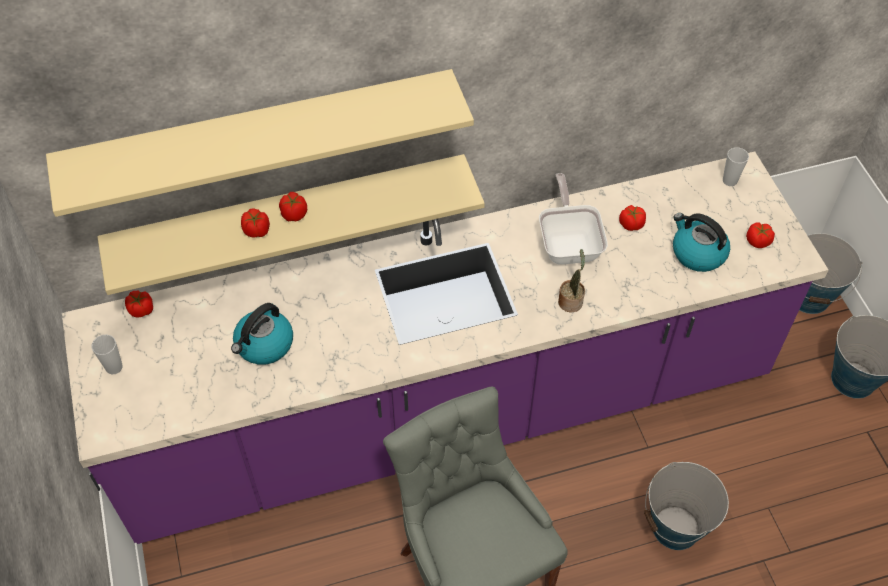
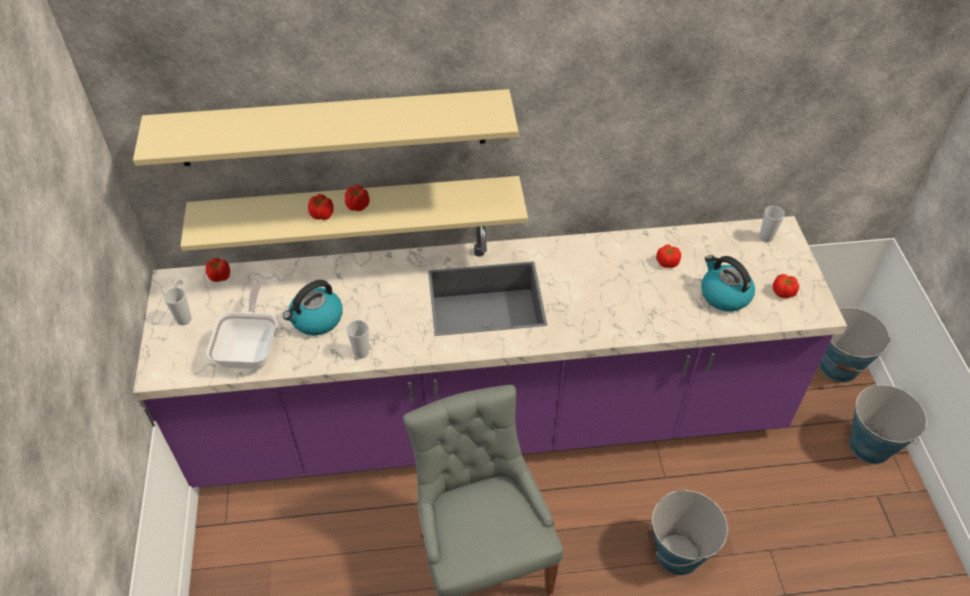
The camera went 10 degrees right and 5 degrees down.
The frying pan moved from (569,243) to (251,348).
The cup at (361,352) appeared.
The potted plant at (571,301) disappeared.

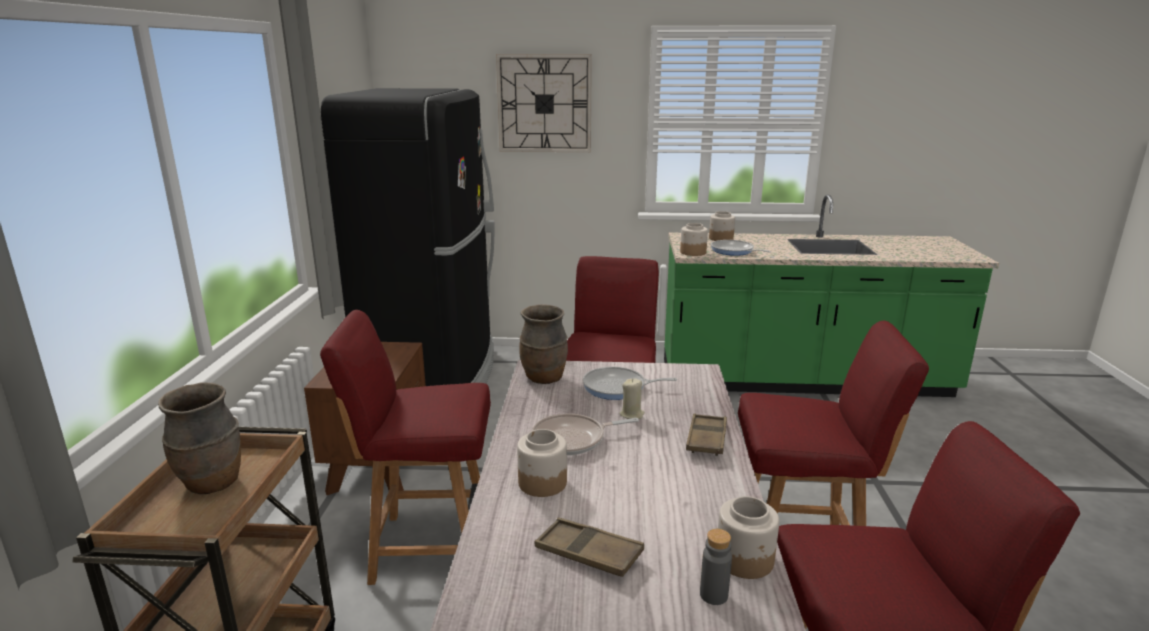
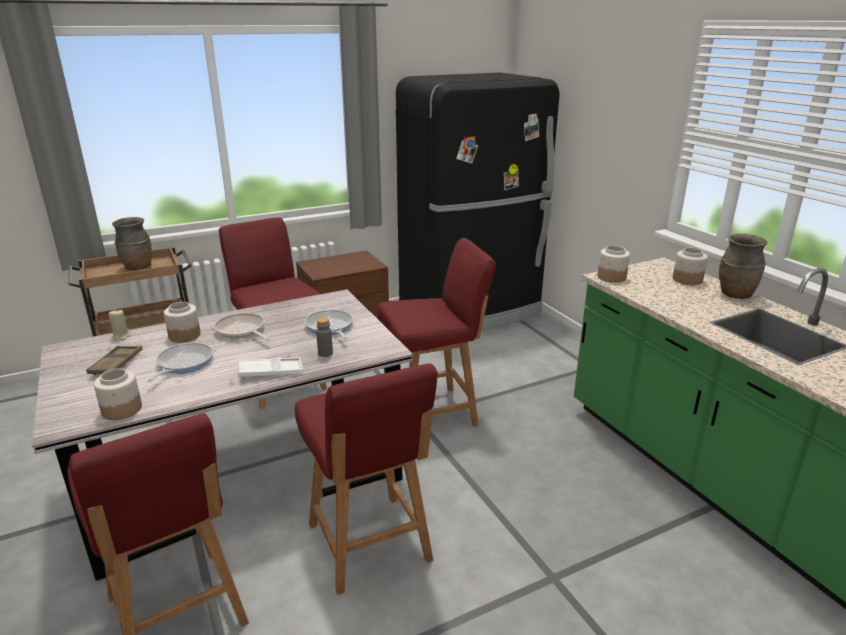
The camera went 60 degrees right and 5 degrees up.
The candle (beige) moved from (632,414) to (121,336).
The frying pan moved from (734,251) to (183,363).
The tray (brown) at (706,439) became the tray (white) at (271,372).
The bottle (grey) moved from (713,595) to (325,353).
The vase (brown) moved from (544,379) to (735,295).
The wall clock at (544,104) disappeared.

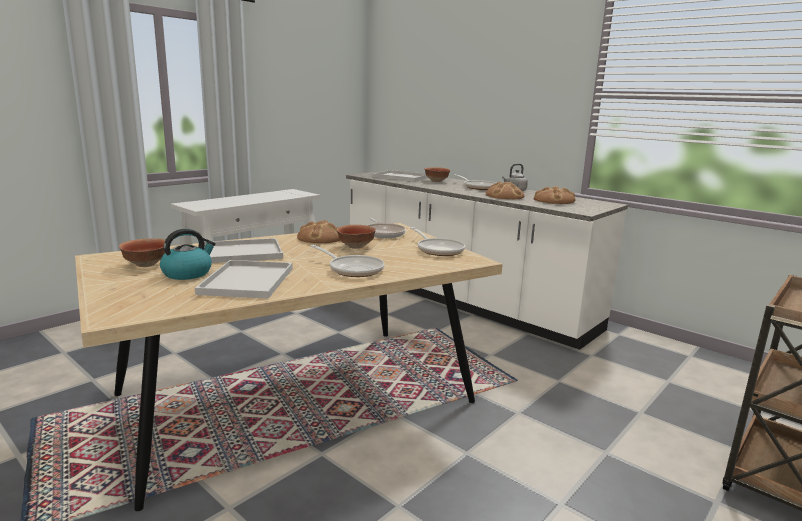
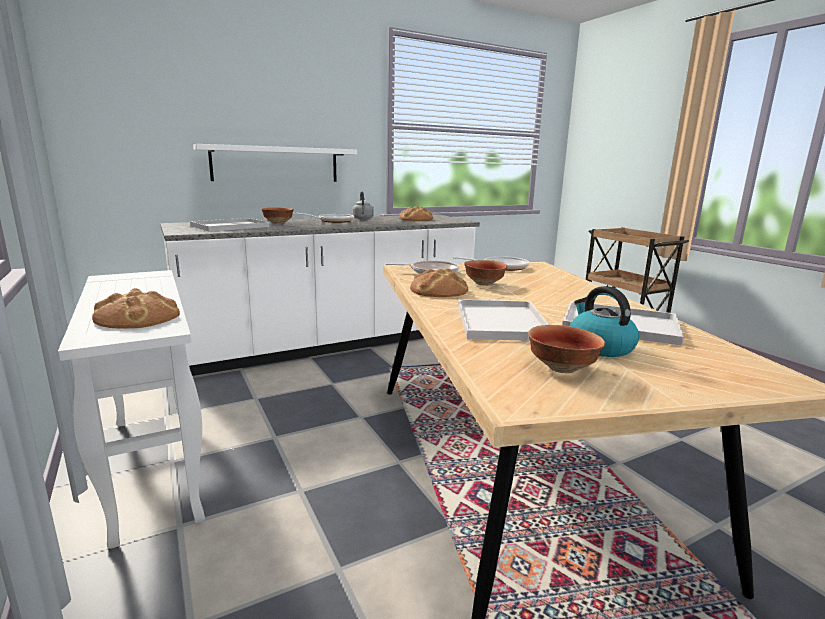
The camera went 70 degrees left and 0 degrees up.
The bread moved from (505,196) to (138,317).
The shelf (white) at (276,164) appeared.
The frying pan at (353,269) disappeared.

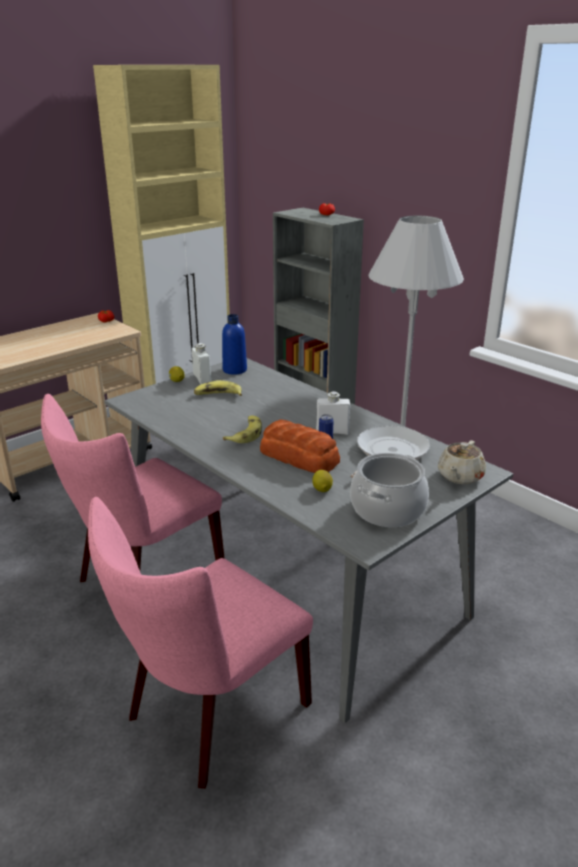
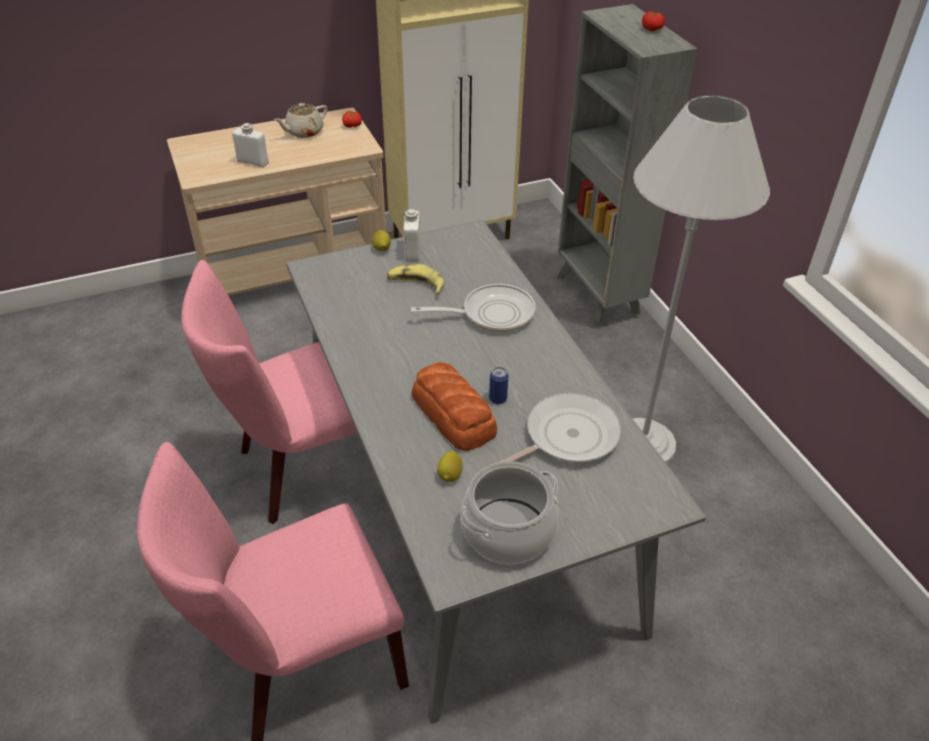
The camera went 20 degrees right and 15 degrees up.
The bottle (white) moved from (332,432) to (253,162).
The teapot (beige) moved from (459,476) to (303,132).
The frying pan at (491,314) appeared.
The bottle (blue) at (234,370) disappeared.
The banana at (245,434) disappeared.

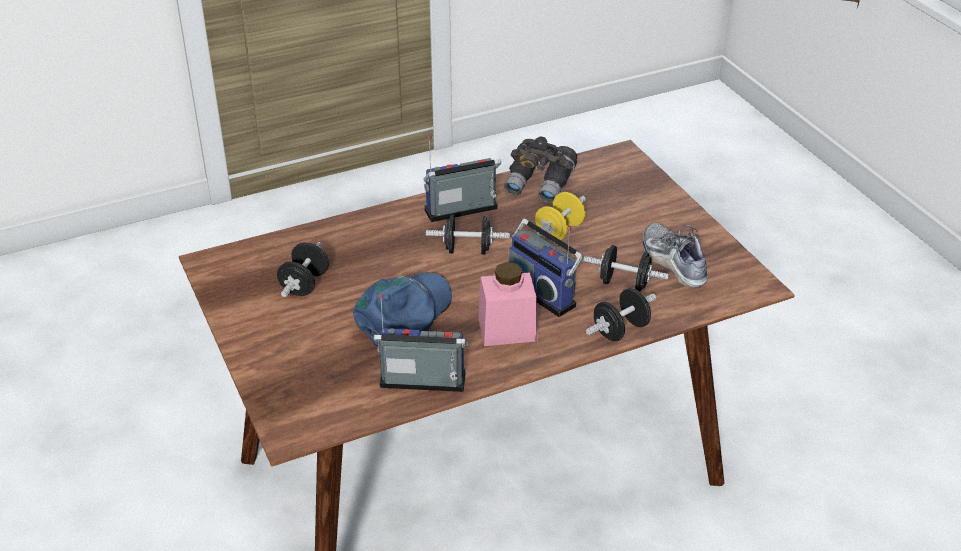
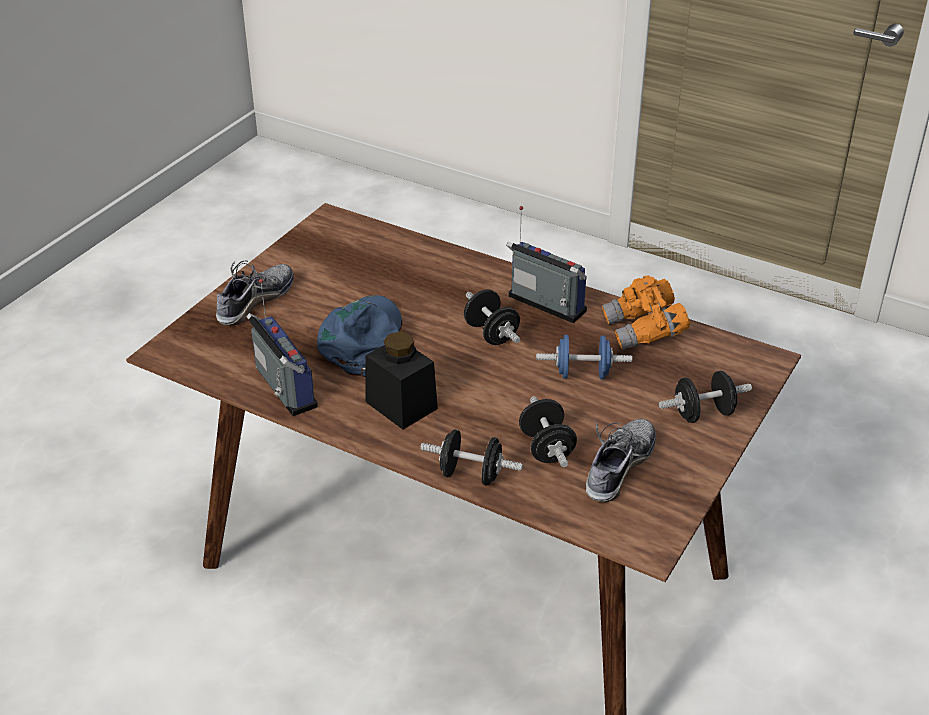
The camera went 55 degrees right and 0 degrees up.
The shoe at (255,302) appeared.
The cap (blue) at (405,315) turned 75 degrees counterclockwise.
The jar (pink) at (507,329) became the jar (black) at (401,405).
The dumbbell (yellow) at (559,231) became the dumbbell (blue) at (582,374).
The binoculars (grey) at (540,184) became the binoculars (orange) at (644,331).
The dumbbell (black) moved from (304,284) to (703,414).
The radio at (543,291) disappeared.

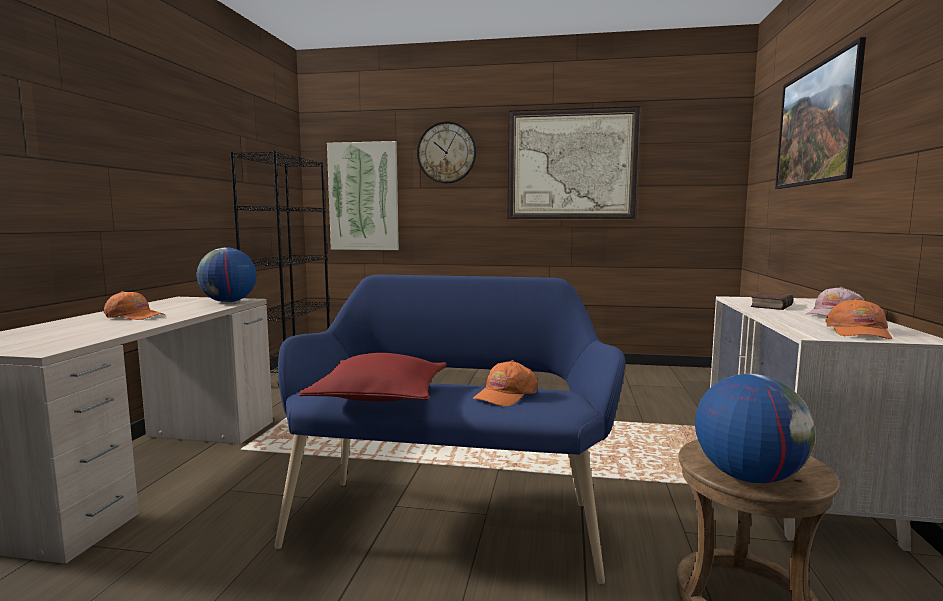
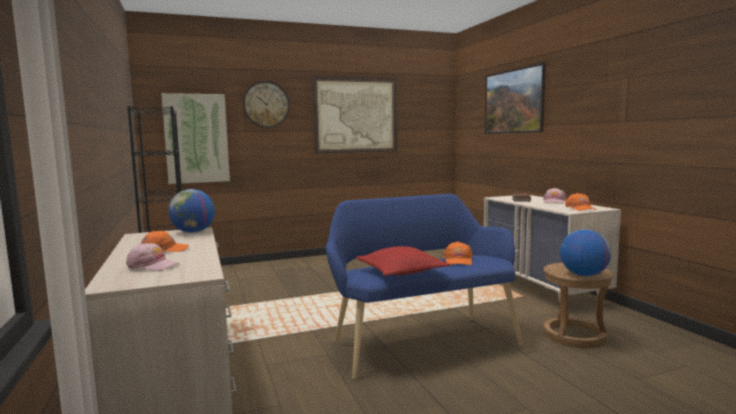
The camera went 30 degrees left and 0 degrees up.
The cap (pink) at (152,266) appeared.

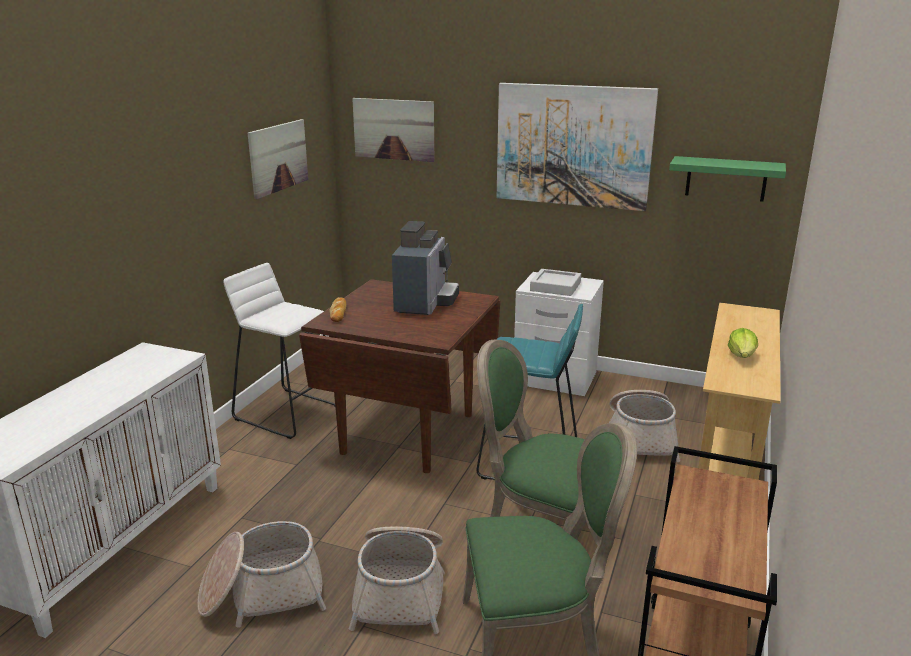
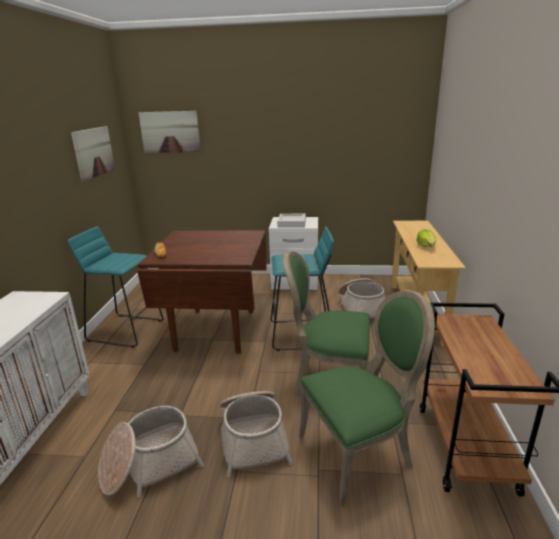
The camera went 15 degrees left and 0 degrees up.
The stool (white) at (288,412) became the stool (turquoise) at (126,330).
The coffee machine at (425,302) disappeared.
The picture at (573,146) disappeared.
The shelf (green) at (726,178) disappeared.

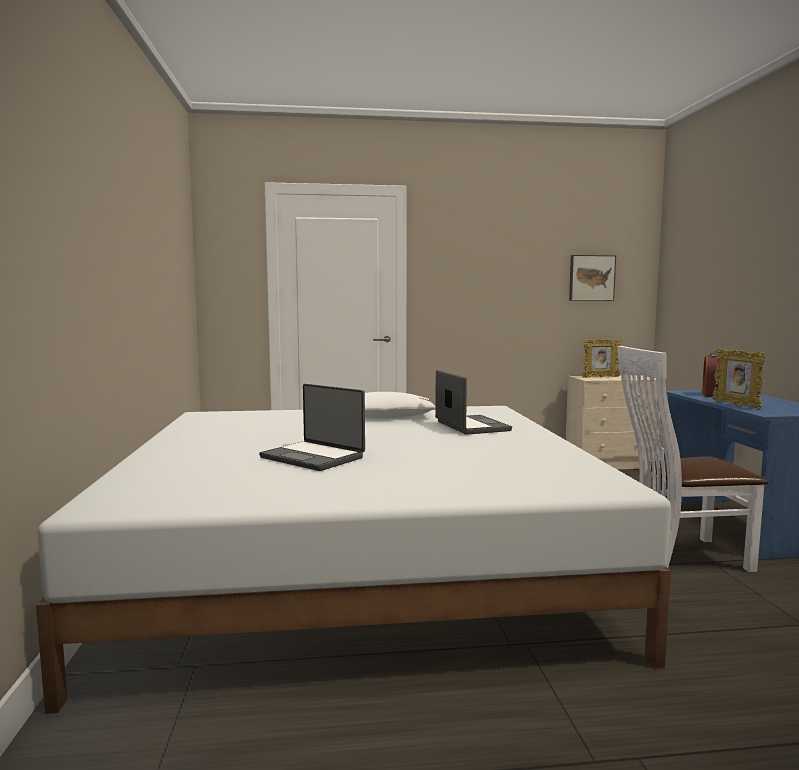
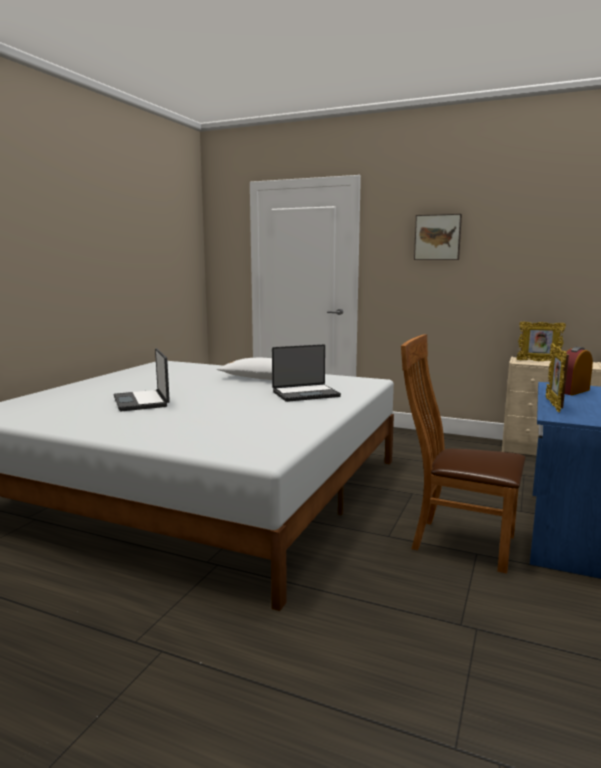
The camera went 30 degrees right and 5 degrees up.
The laptop at (470,426) turned 60 degrees clockwise.
The chair (white) at (680,555) became the chair (brown) at (456,541).
The picture moved from (591,278) to (437,237).

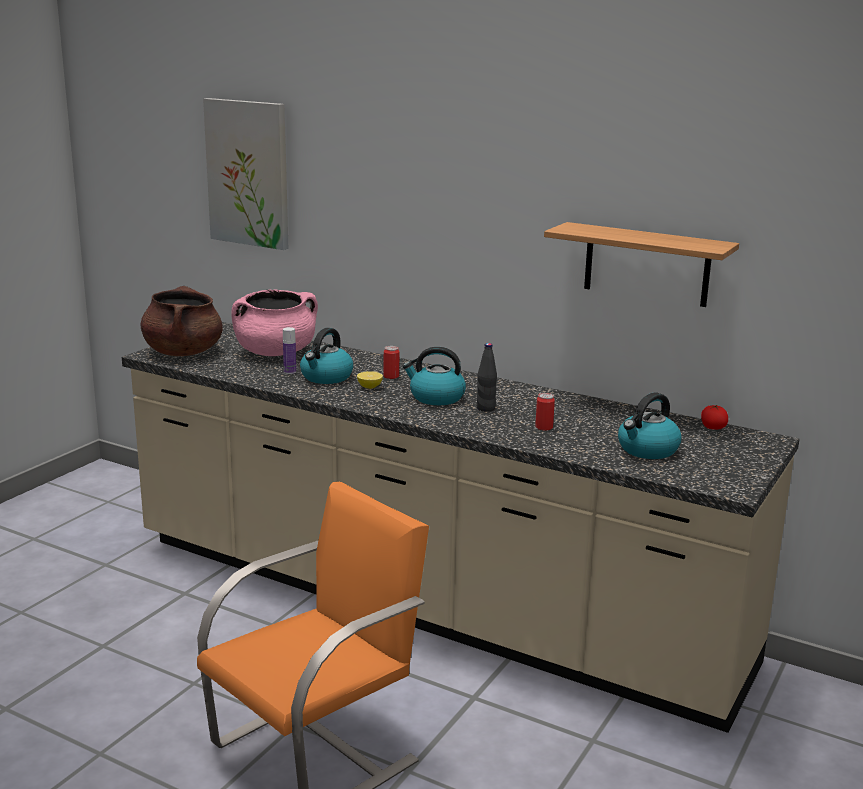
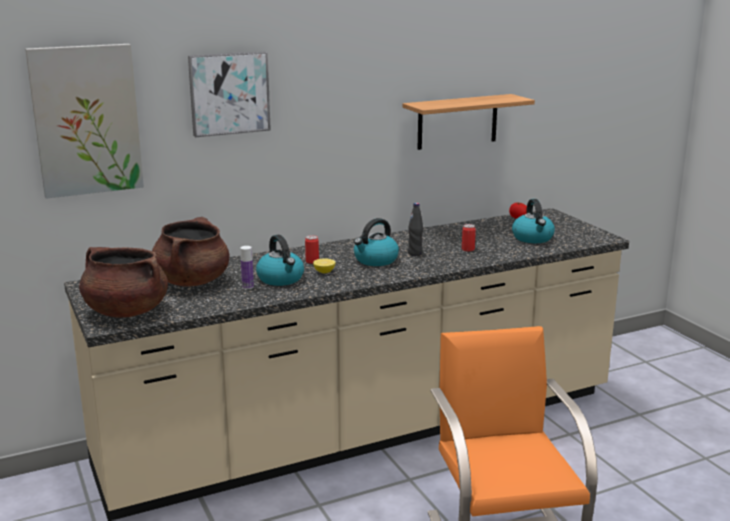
The camera went 55 degrees left and 0 degrees up.
The cooking pot (pink) at (275,353) became the cooking pot (brown) at (192,281).
The picture at (229,93) appeared.

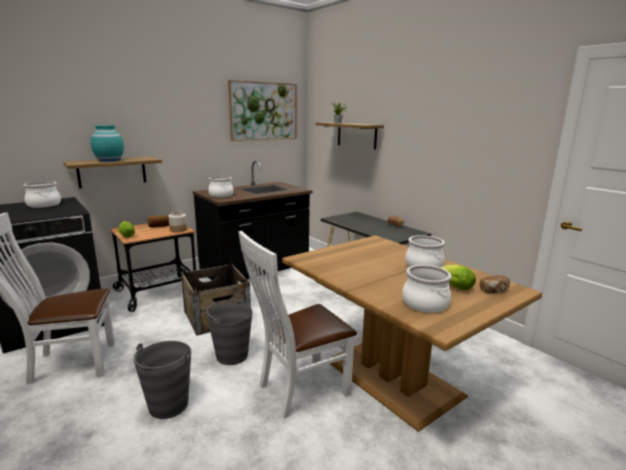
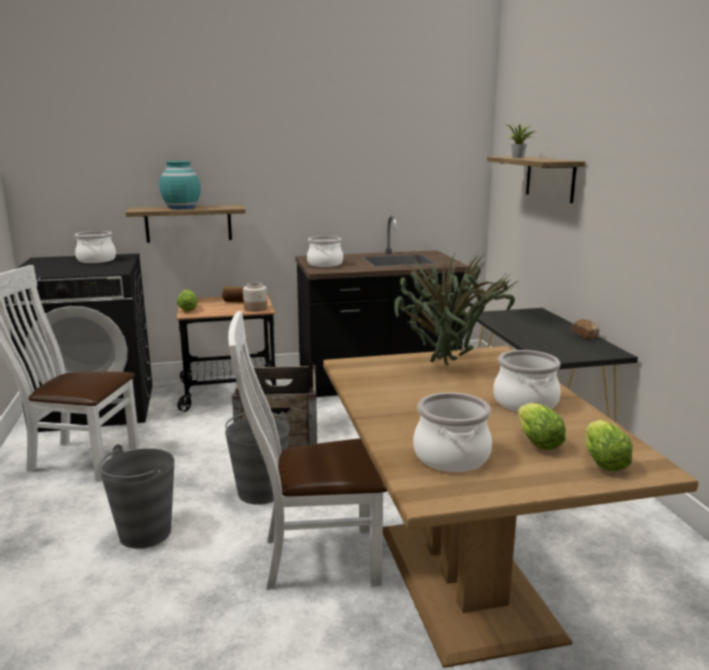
The camera went 25 degrees right and 0 degrees up.
The potted plant at (446,367) appeared.
The bread at (494,291) was replaced by the lettuce at (601,461).
The picture at (263,111) disappeared.

